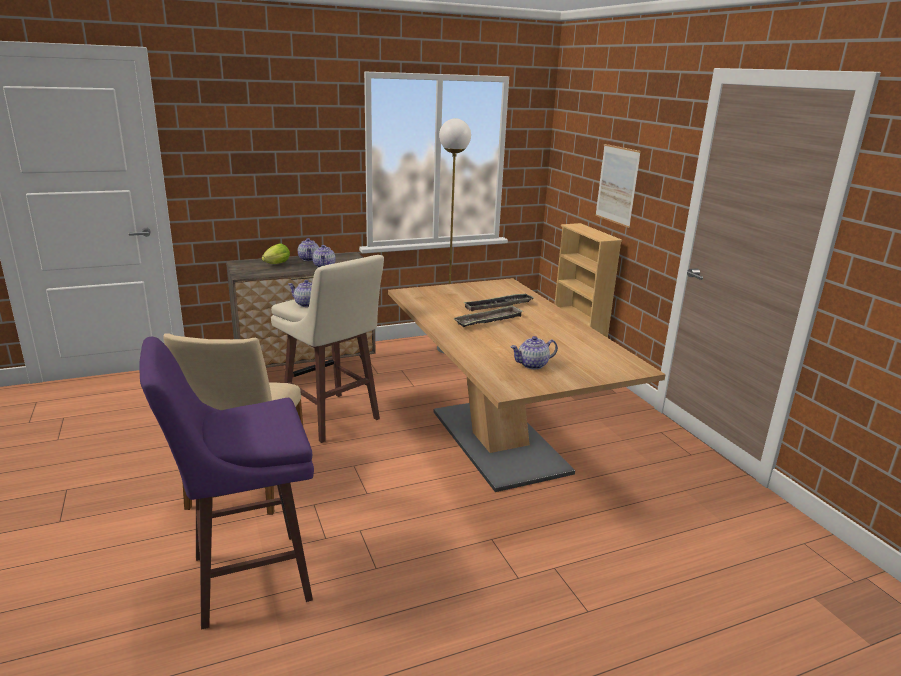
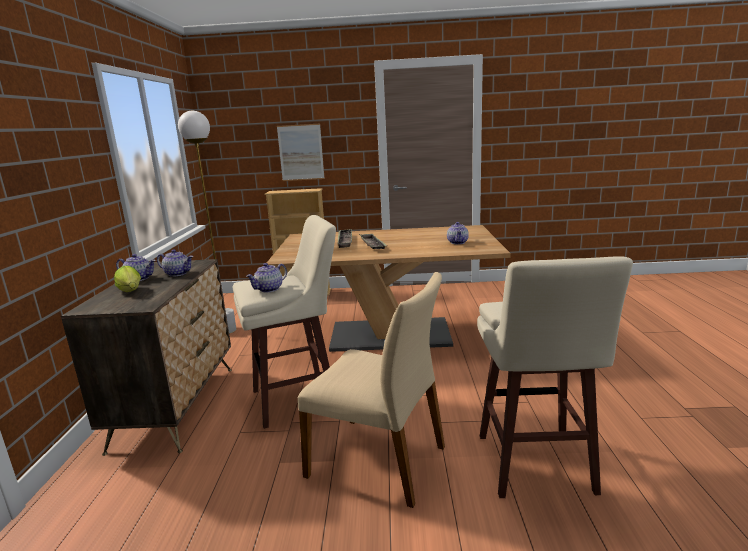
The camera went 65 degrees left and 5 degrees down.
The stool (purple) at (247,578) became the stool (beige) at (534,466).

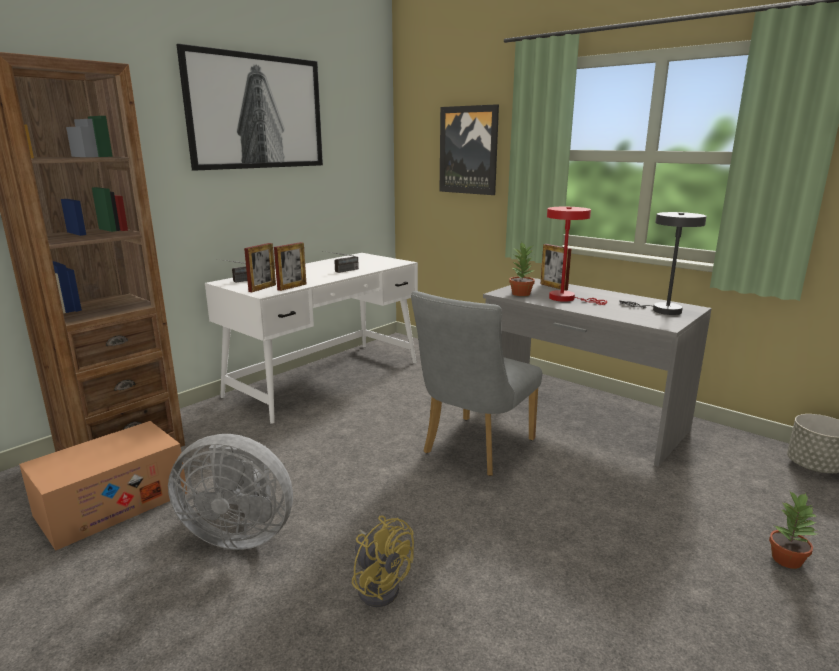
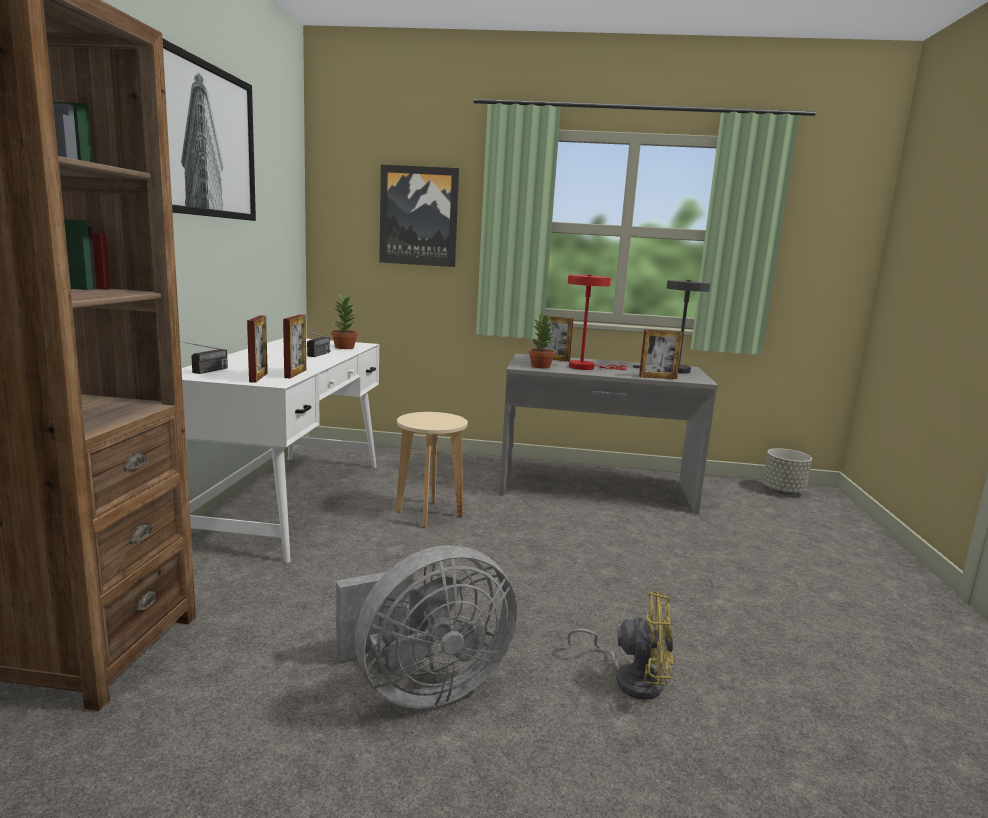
The camera went 35 degrees left and 5 degrees down.
The potted plant moved from (786,559) to (344,347).
The stool (beige) at (429,514) appeared.
The picture frame at (658,377) appeared.
The cardboard box at (112,504) disappeared.
The chair (grey) at (474,449) disappeared.

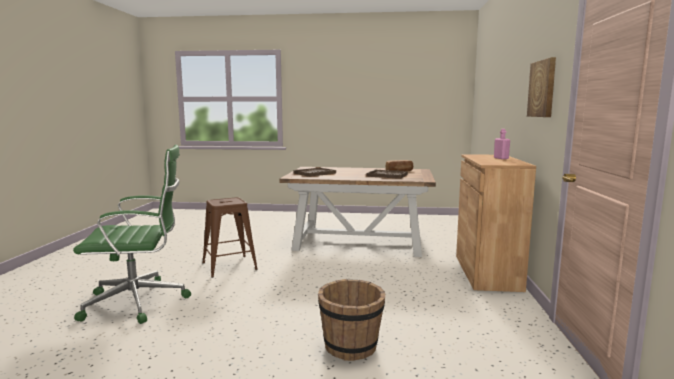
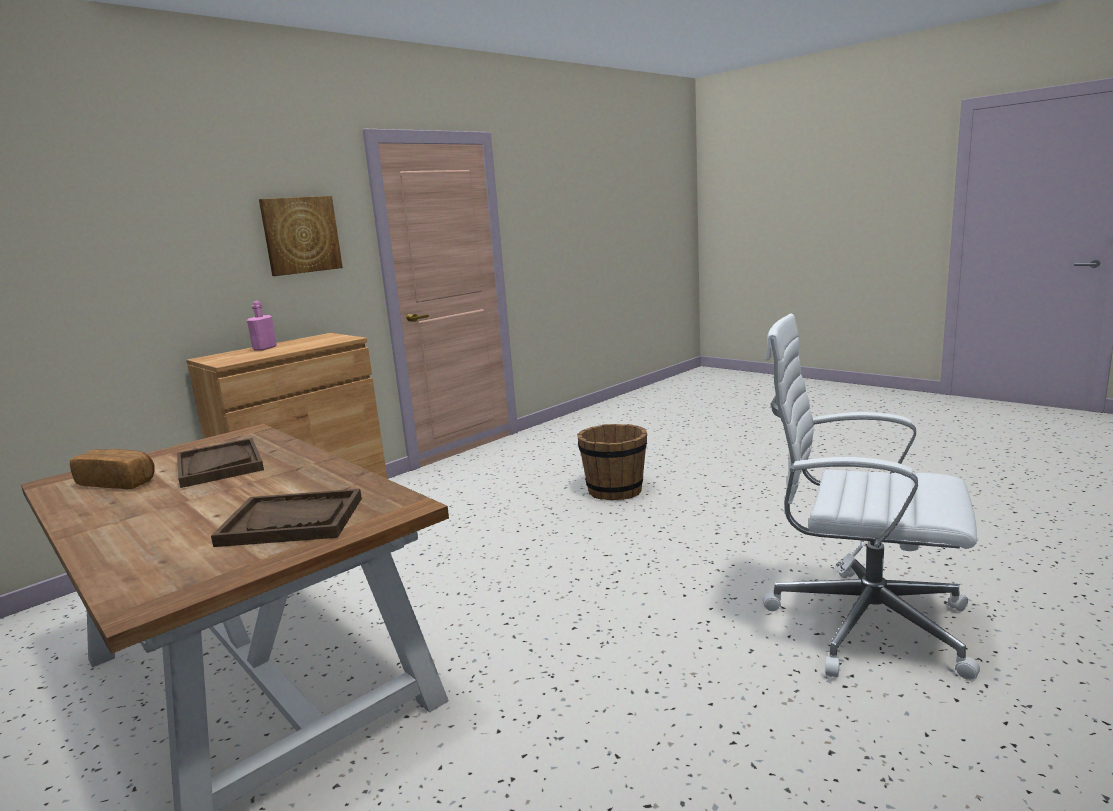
The camera went 140 degrees left and 5 degrees up.
The office chair (green) at (139,302) became the office chair (white) at (862,623).
The stool (brown) at (229,266) disappeared.

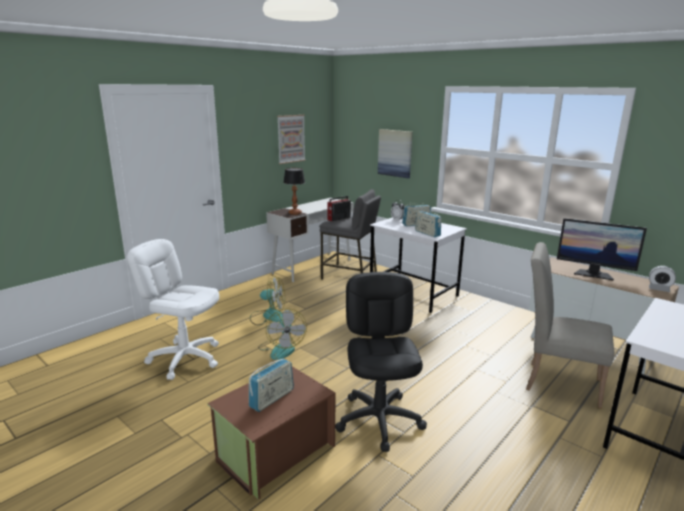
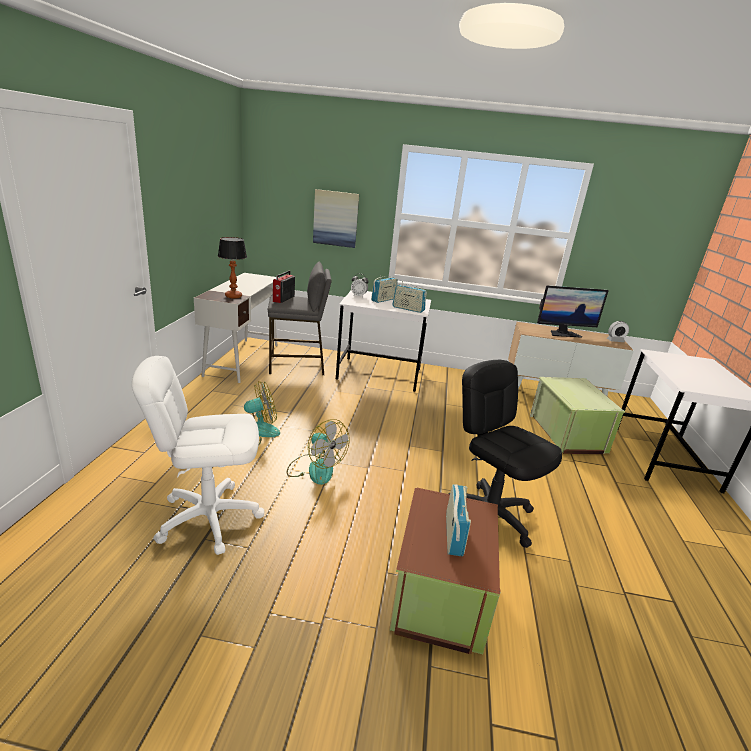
The camera went 35 degrees left and 5 degrees up.
The chair (beige) at (556,381) was replaced by the storage box (green) at (566,434).
The picture at (291,139) disappeared.

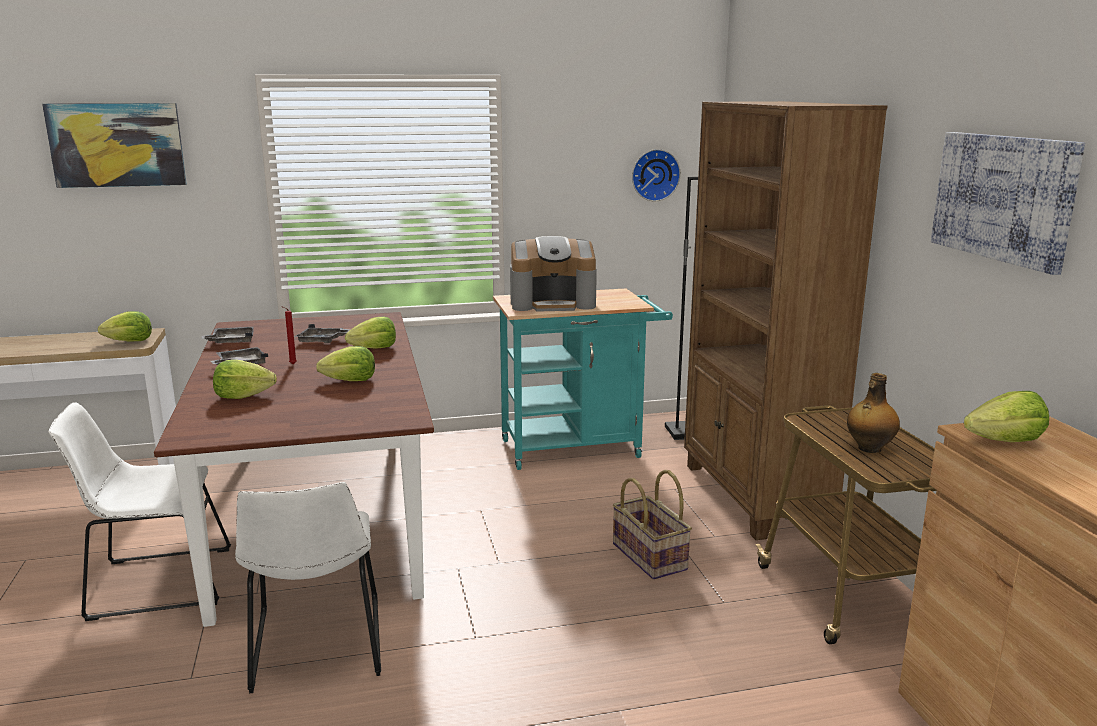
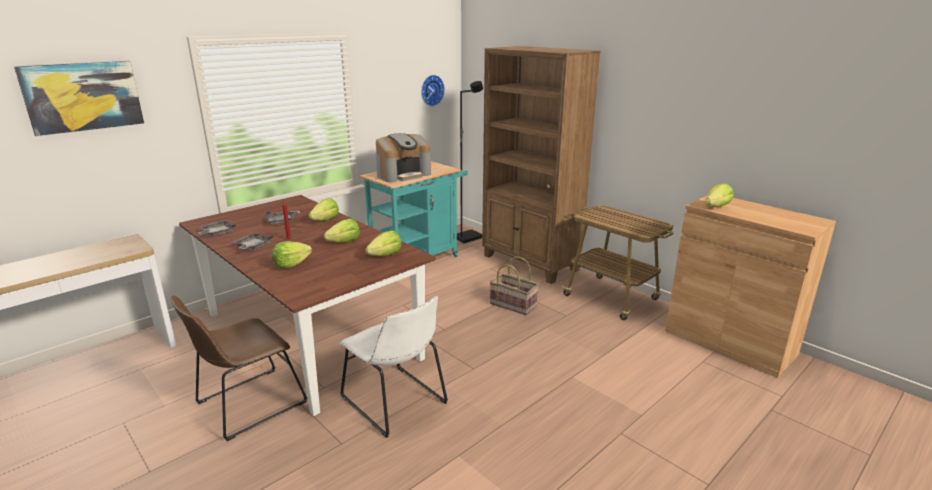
The camera went 30 degrees left and 5 degrees up.
The chair (white) at (154,583) became the chair (brown) at (247,405).
The lettuce moved from (129,341) to (385,255).
The bottle at (869,448) disappeared.
The picture at (1003,198) disappeared.

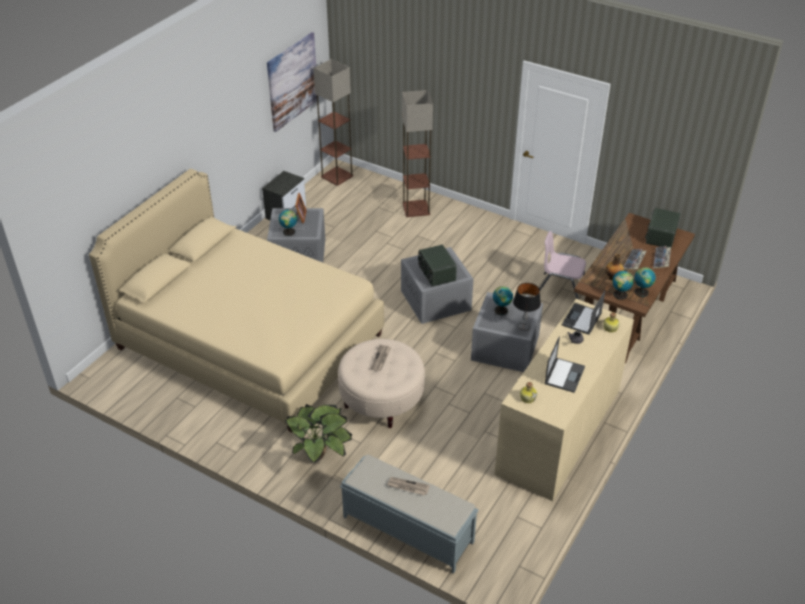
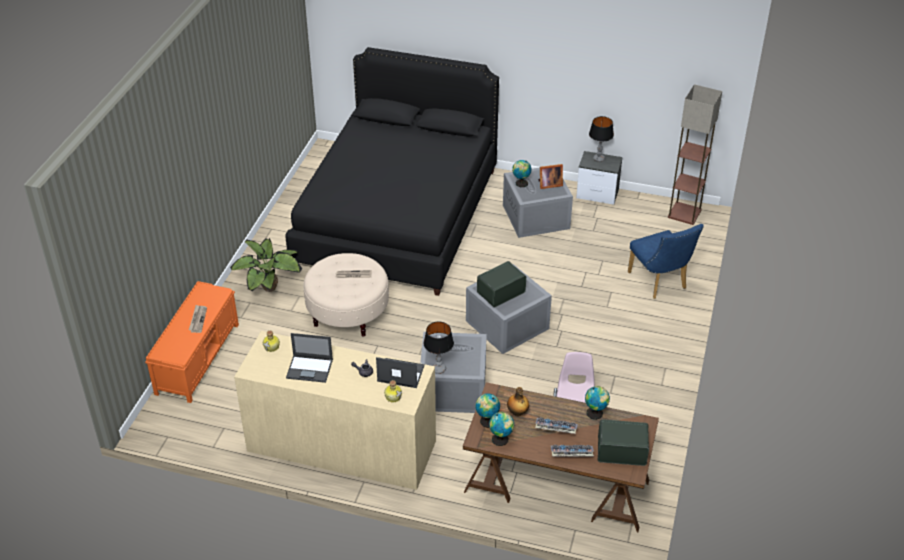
The camera went 75 degrees right and 0 degrees up.
The bench (grey) at (407,529) became the bench (orange) at (198,358).
The bed (beige) at (250,341) became the bed (black) at (397,217).
The globe moved from (501,310) to (595,413).
The table lamp at (599,159) appeared.
The floor lamp at (416,209) was replaced by the chair (blue) at (659,283).
The picture at (292,81) disappeared.

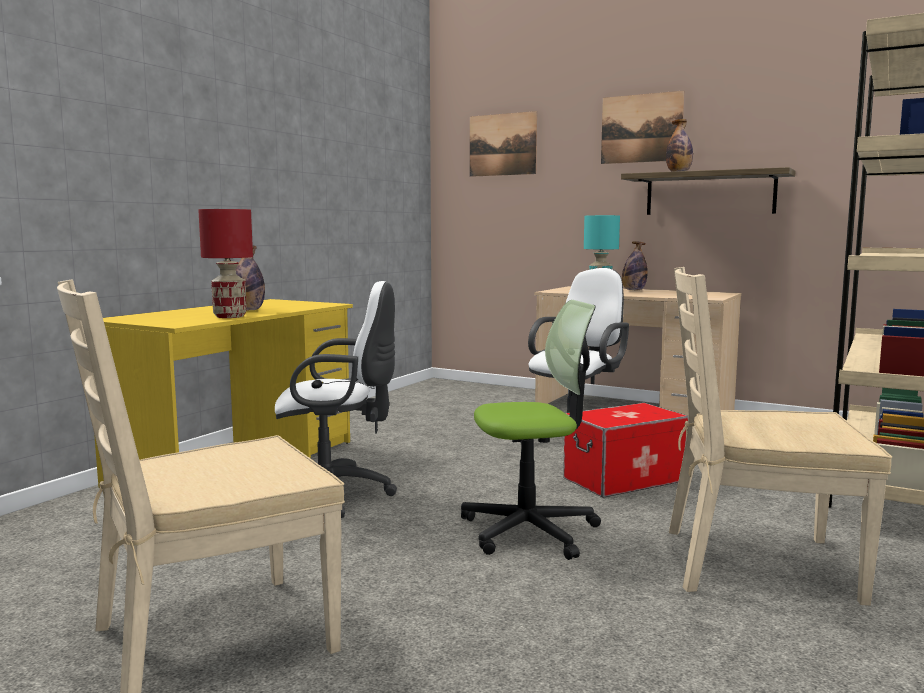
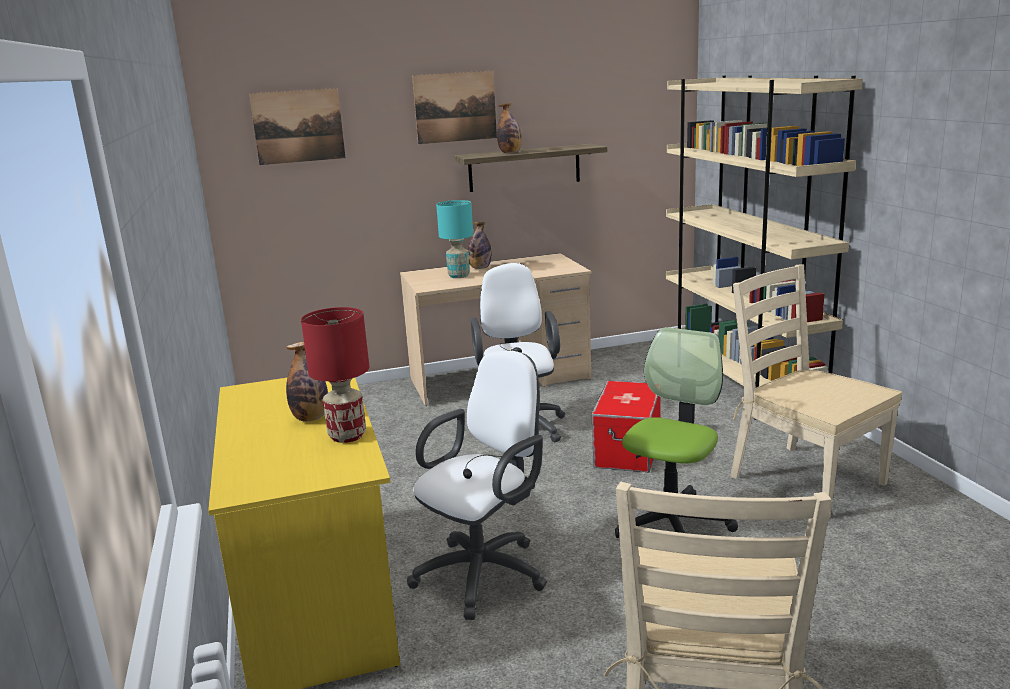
The camera went 45 degrees left and 10 degrees up.
The chair (beige) at (756,564) turned 90 degrees clockwise.

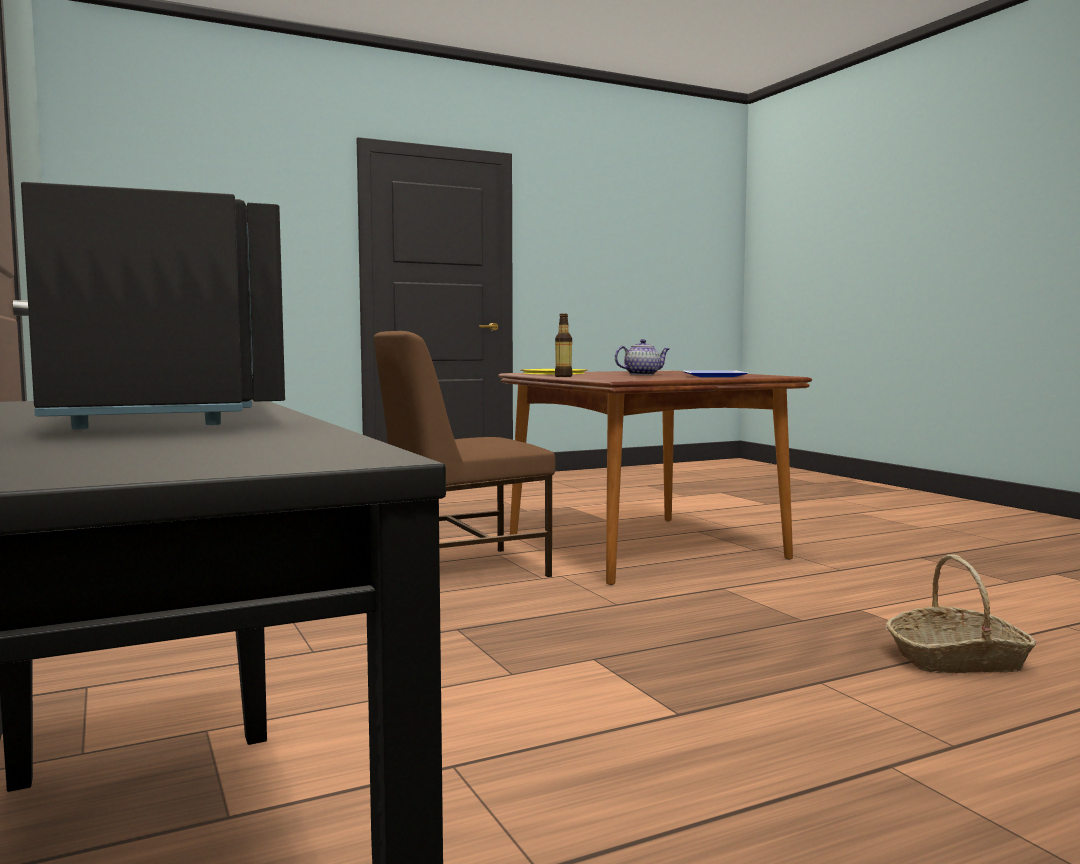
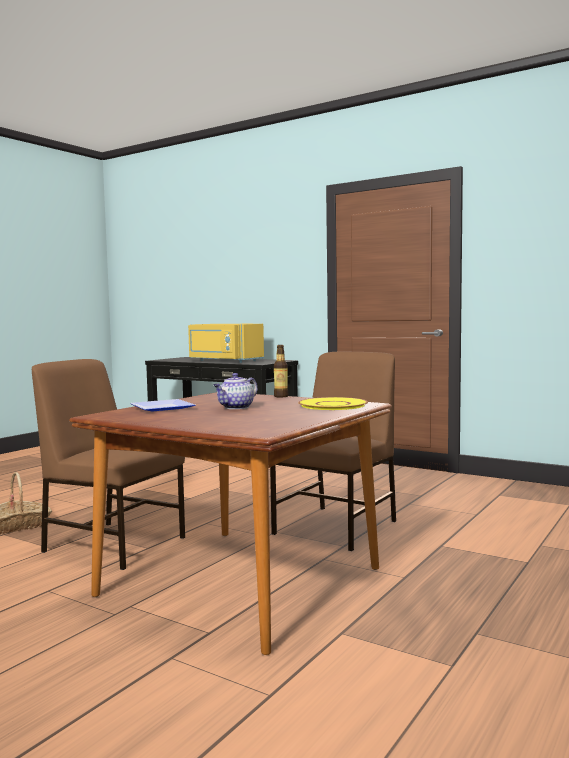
The camera went 150 degrees right and 0 degrees up.
The chair (brown) at (113,543) appeared.
The microwave (black) at (176,414) became the microwave (yellow) at (224,361).

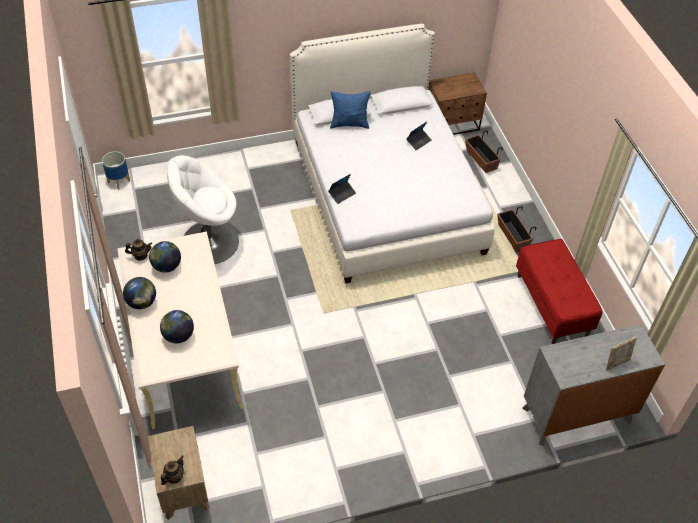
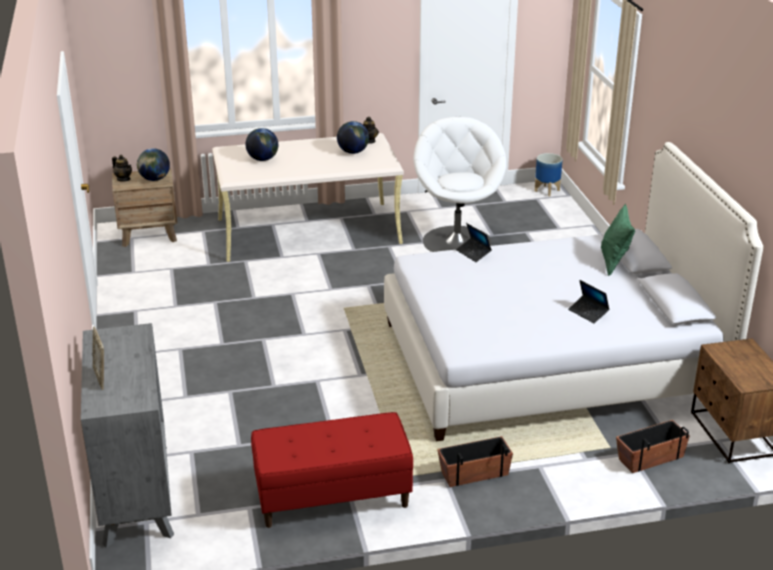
The camera went 95 degrees right and 20 degrees down.
The globe moved from (142,303) to (154,179).
The pillow (blue) at (349,124) became the pillow (green) at (614,262).

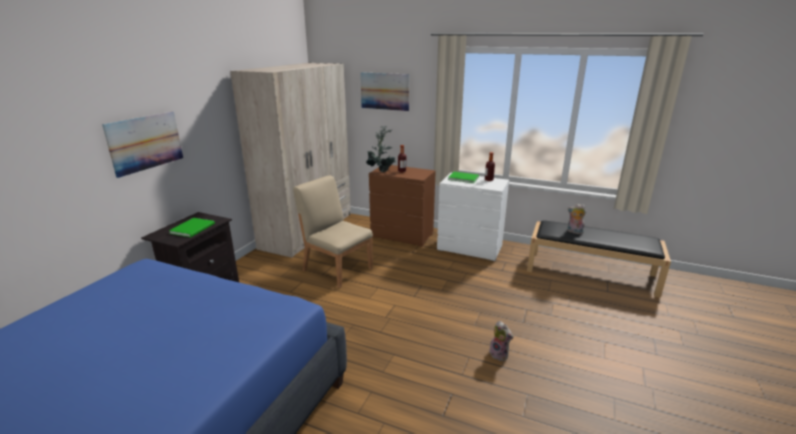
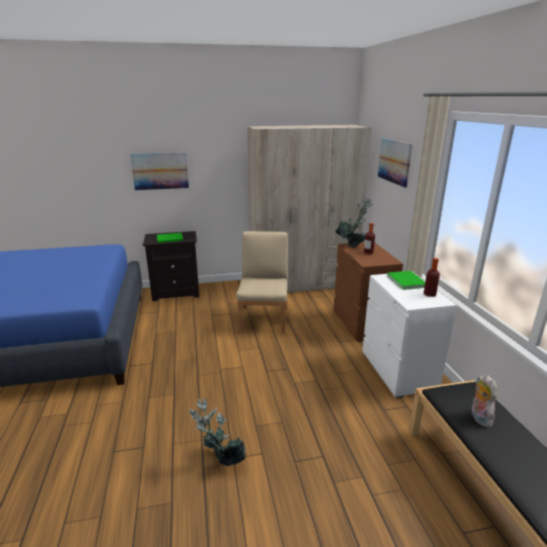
The camera went 55 degrees right and 0 degrees up.
The plush toy at (500,354) was replaced by the potted plant at (220,460).

